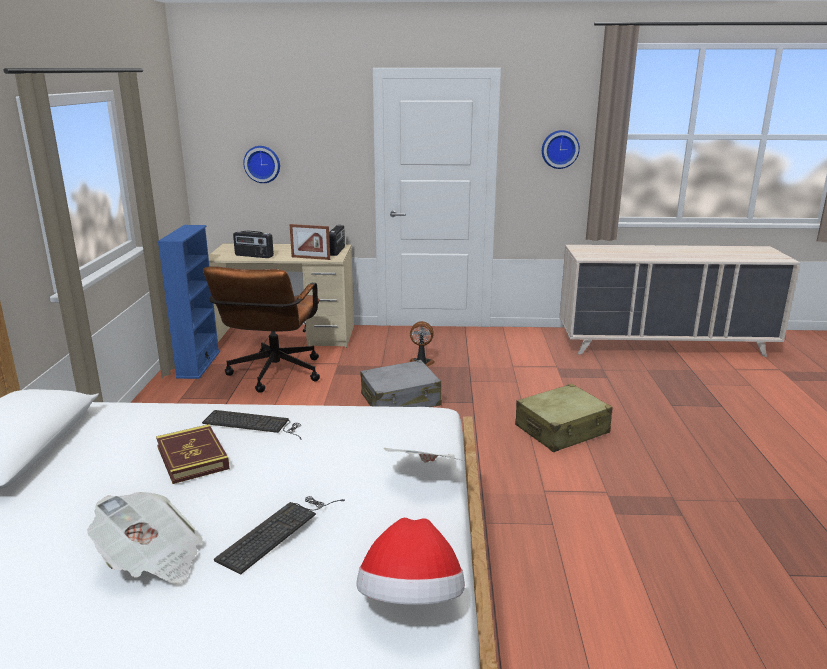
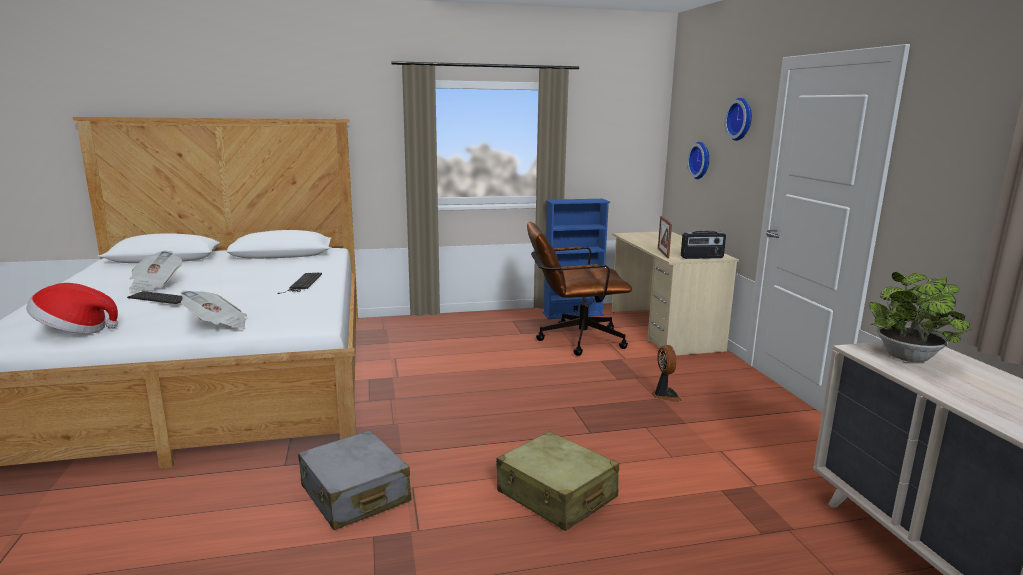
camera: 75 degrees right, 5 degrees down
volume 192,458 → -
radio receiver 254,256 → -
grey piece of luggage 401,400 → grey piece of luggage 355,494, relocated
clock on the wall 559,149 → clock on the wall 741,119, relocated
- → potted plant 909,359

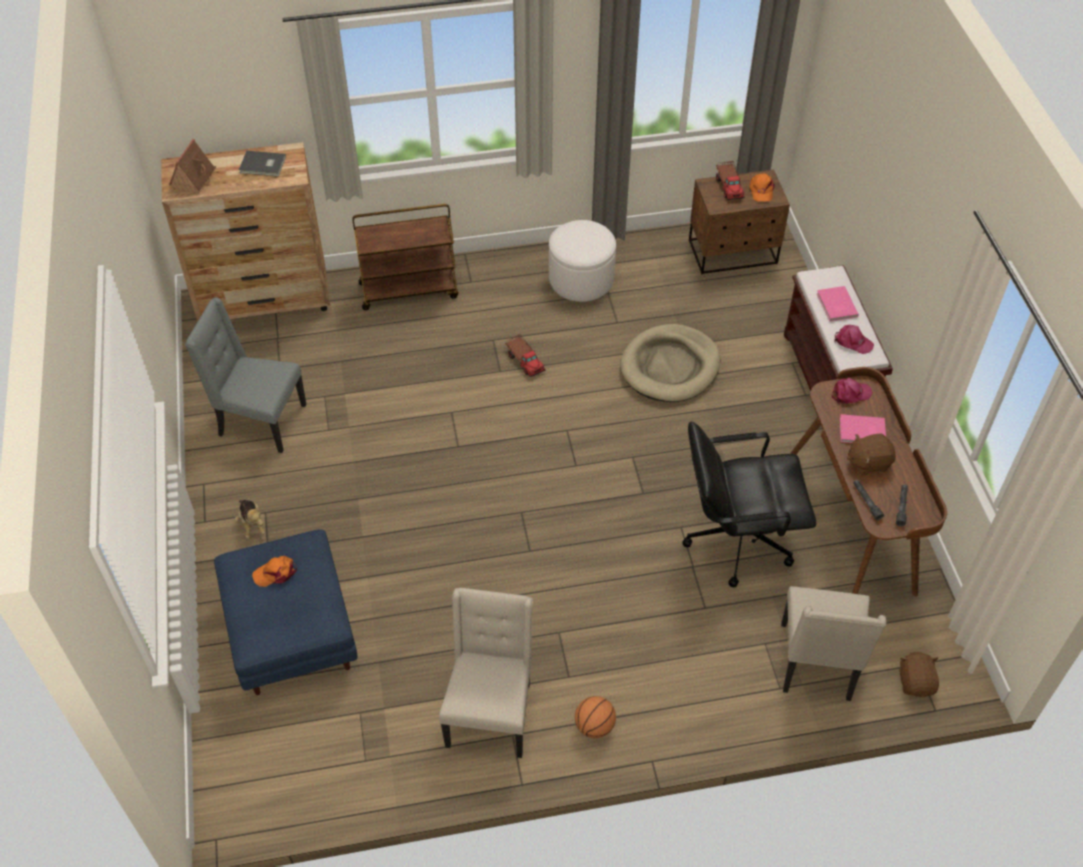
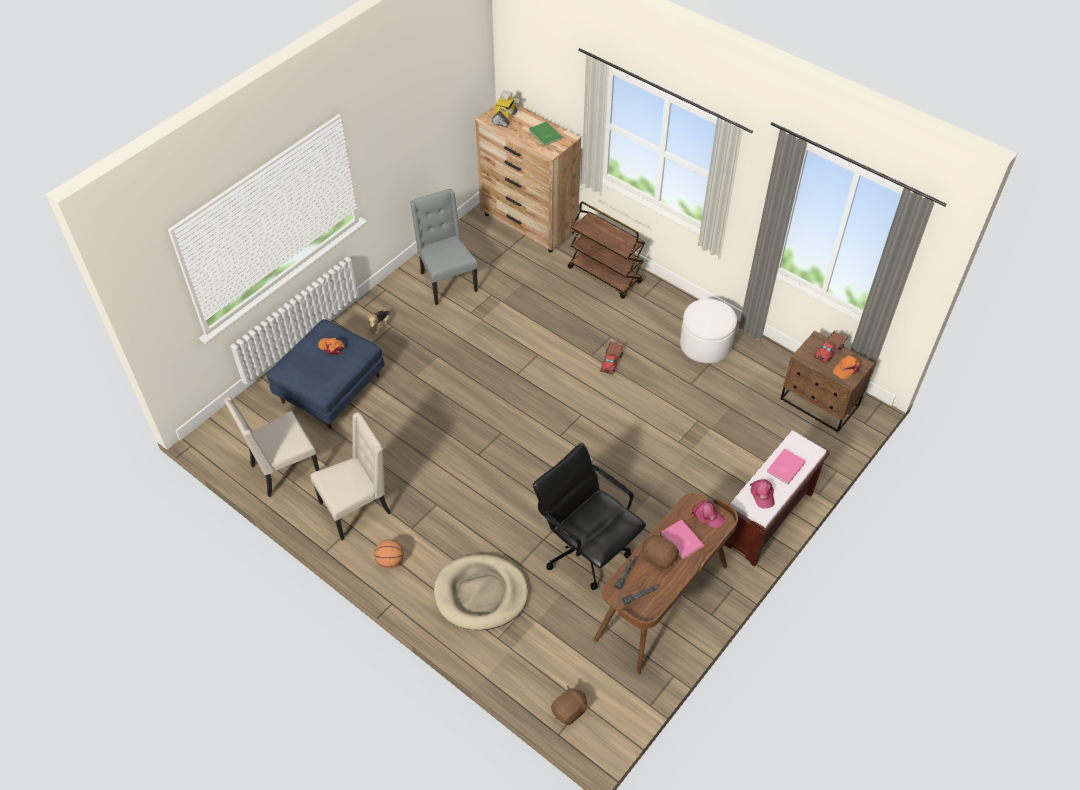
camera: 50 degrees right, 0 degrees up
toy house 194,178 → robot figure 505,118
grey volume 263,165 → green volume 544,135
sand-coloured dog cushion 670,366 → sand-coloured dog cushion 481,594, relocated
sand-coloured upright chair 817,664 → sand-coloured upright chair 283,470, relocated

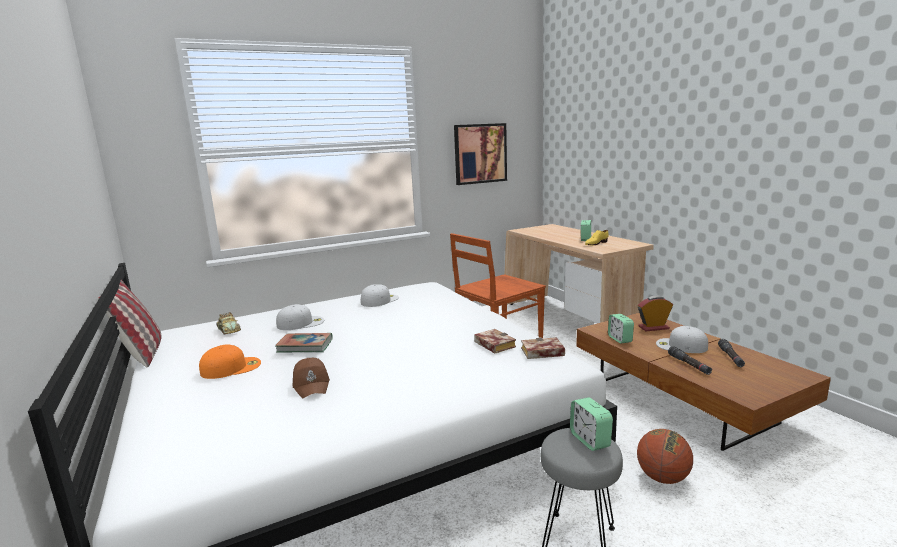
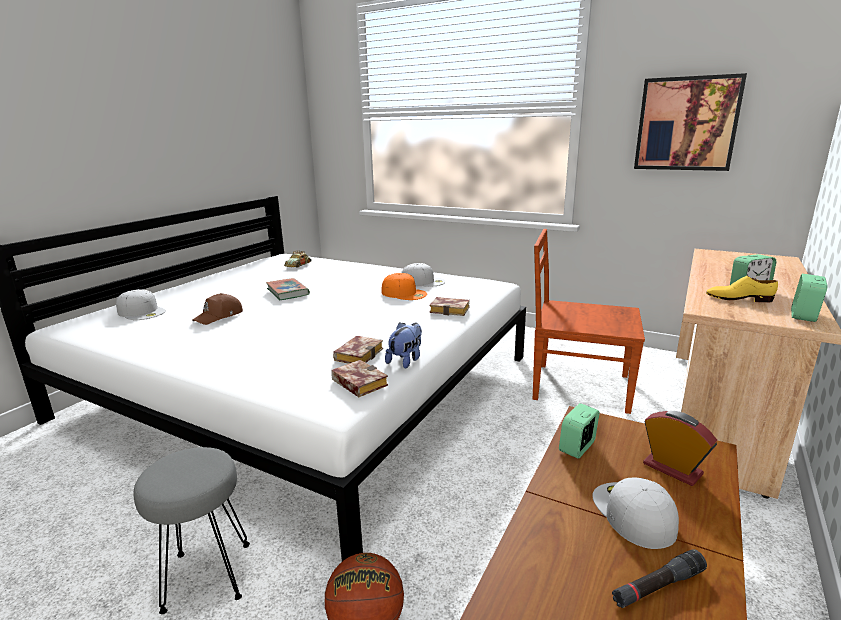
camera: 55 degrees right, 5 degrees up
cushion 142,354 → -
orange baseball cap 231,367 → orange baseball cap 404,293, relocated
white baseball cap 301,323 → white baseball cap 142,312, relocated
table clock 590,440 → table clock 803,315, relocated
black hand torch 689,365 → -
- → cuddly toy 406,360
- → volume 451,310

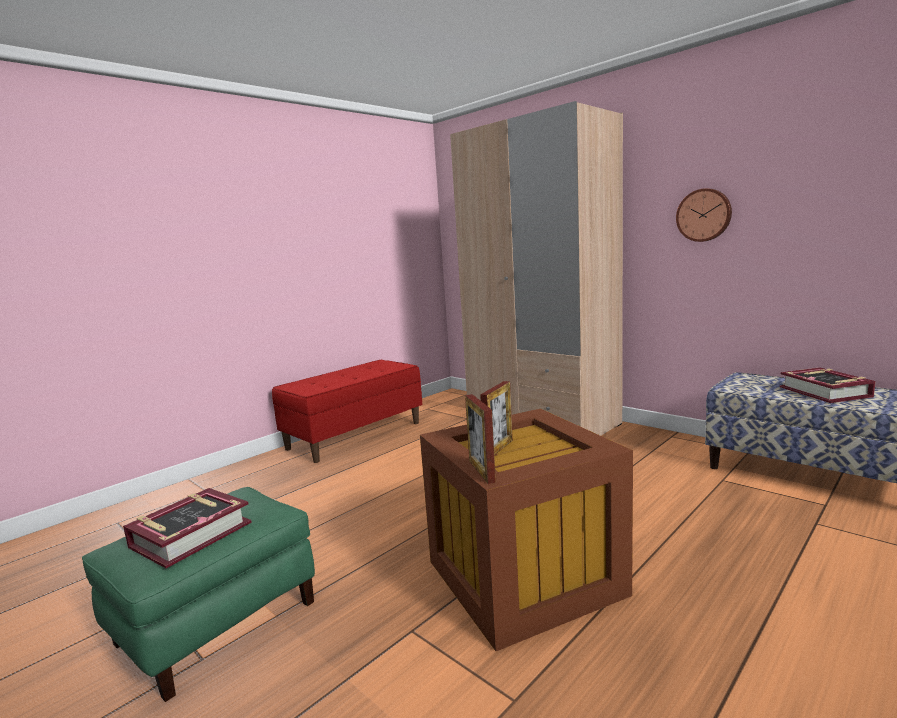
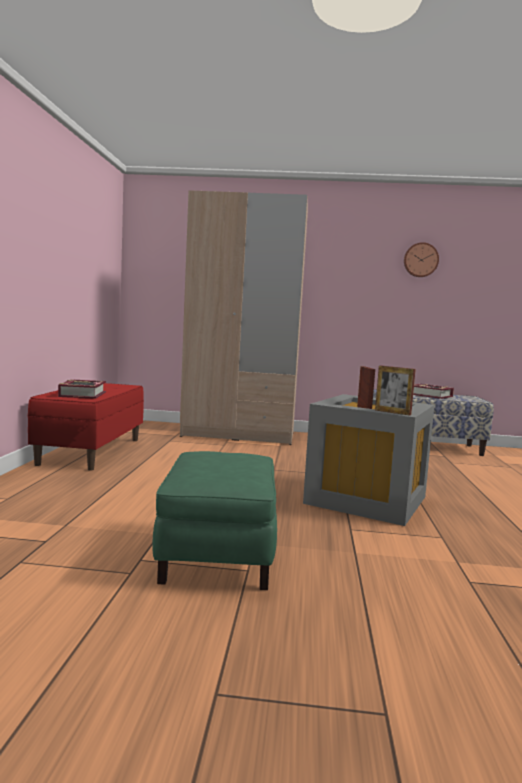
camera: 40 degrees left, 5 degrees down
volume 191,535 → volume 82,394, relocated
brown storage container 527,578 → grey storage container 368,500
clock on the wall 704,215 → clock on the wall 420,260, relocated

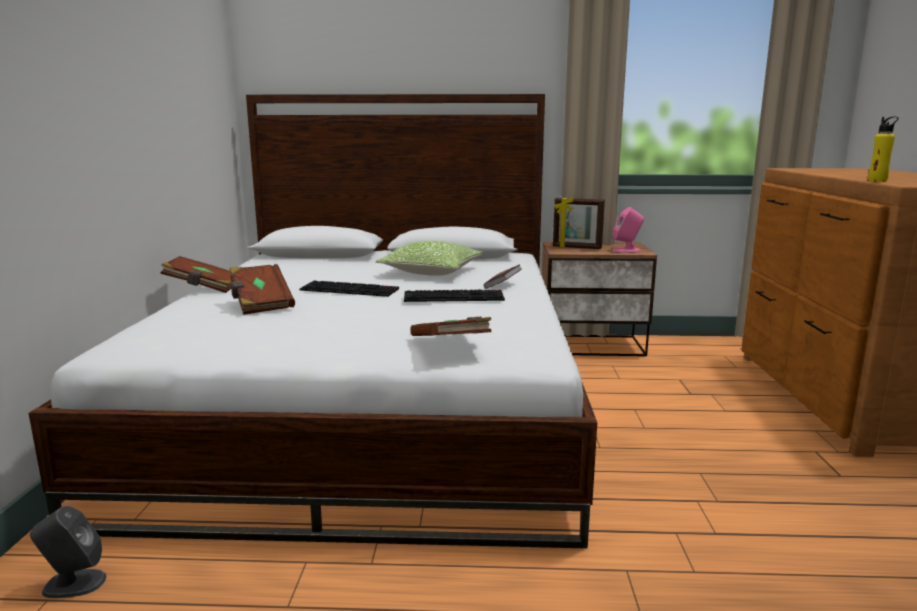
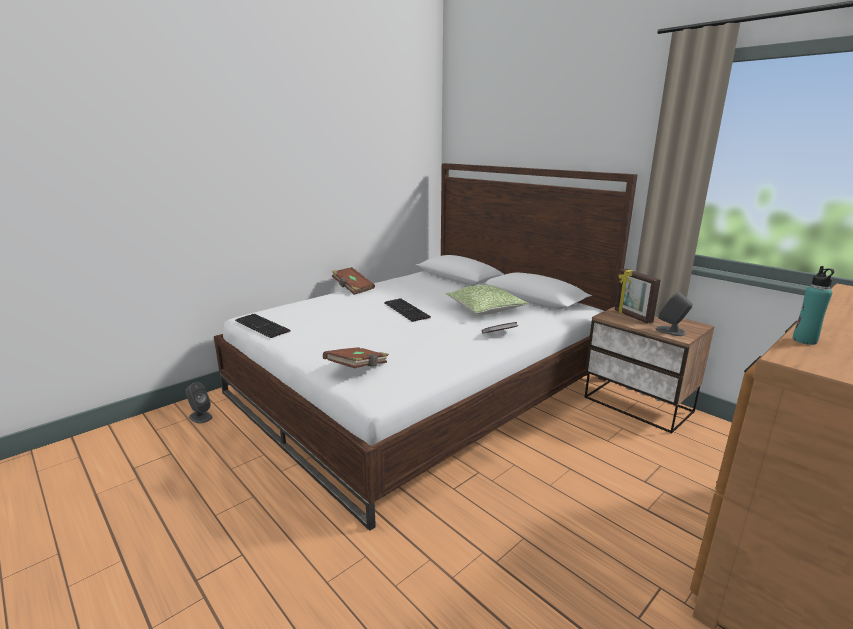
camera: 45 degrees right, 5 degrees up
brown volume 260,303 → -
computer keyboard 454,296 → computer keyboard 263,326, relocated
pink-coloured loudspeaker 626,250 → grey loudspeaker 671,331
yellow drink bottle 877,181 → blue-green drink bottle 804,340

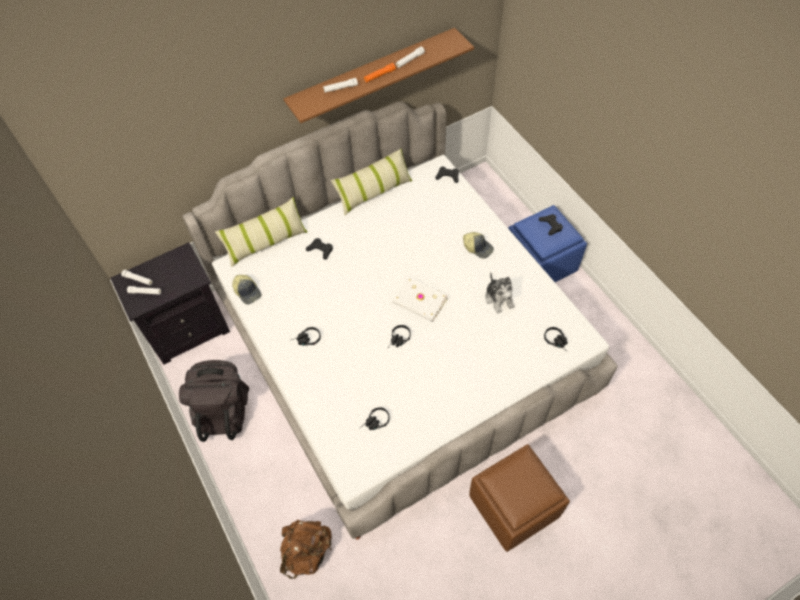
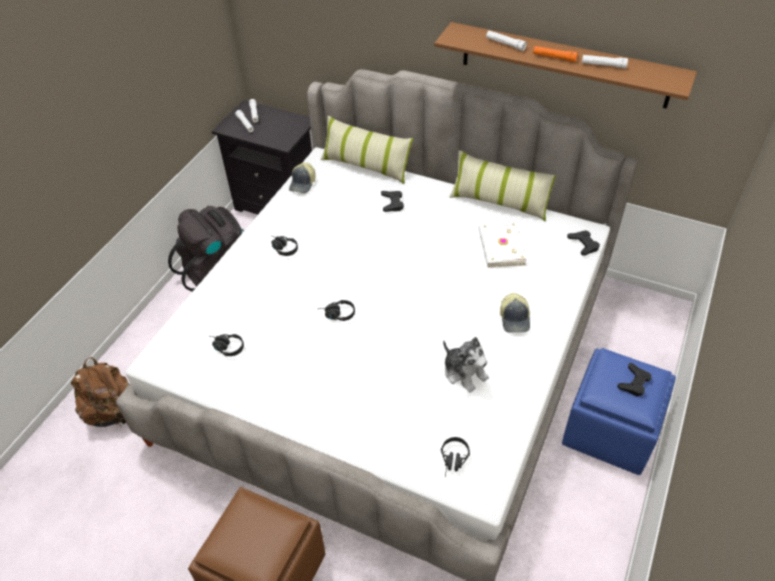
camera: 55 degrees right, 10 degrees down
white volume 420,301 → white volume 500,247, relocated
cuddly toy 499,298 → cuddly toy 464,372, 75 degrees counterclockwise

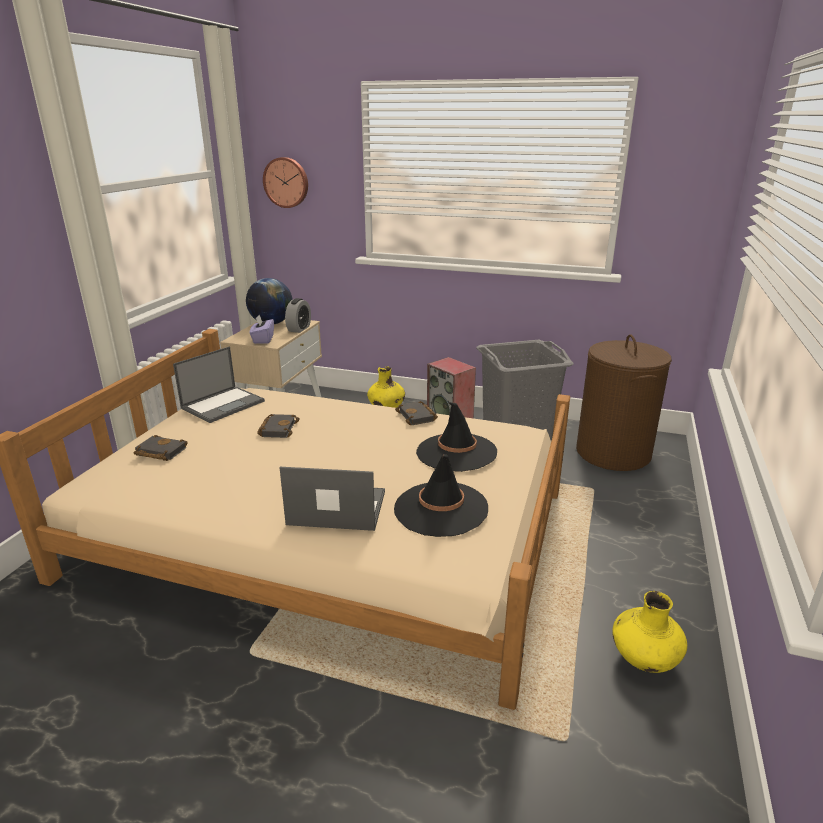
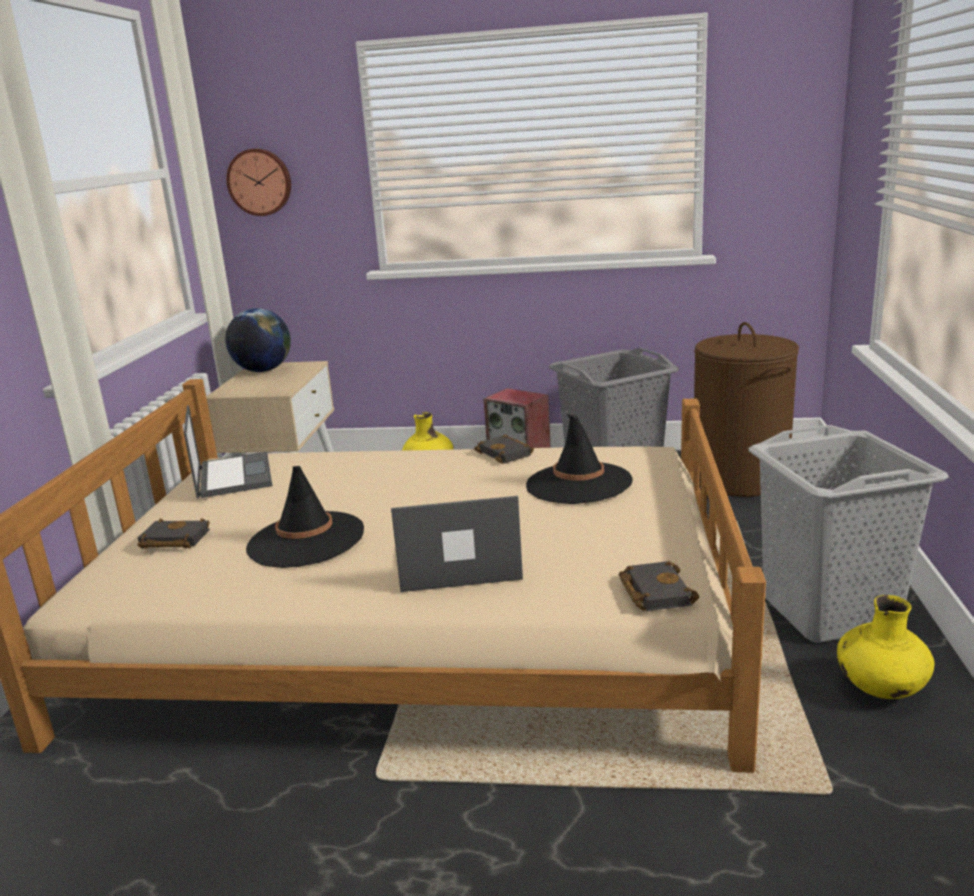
camera: 10 degrees left, 5 degrees down
notebook computer 223,404 → notebook computer 233,475, 45 degrees counterclockwise
purple tissue holder 263,339 → -
black volume 277,429 → black volume 654,591, relocated
table clock 299,329 → -
black wearable hat 441,509 → black wearable hat 306,540, relocated
- → grey hamper 829,611

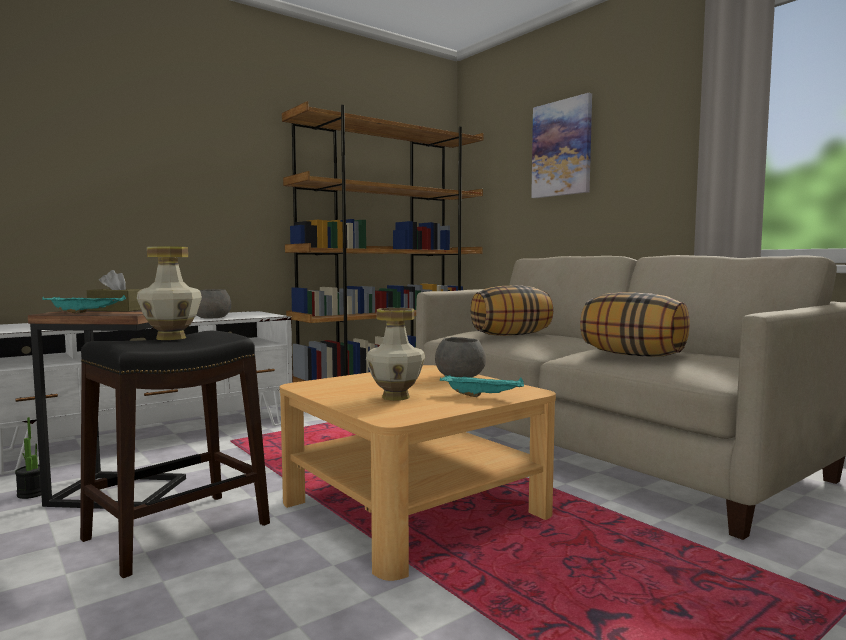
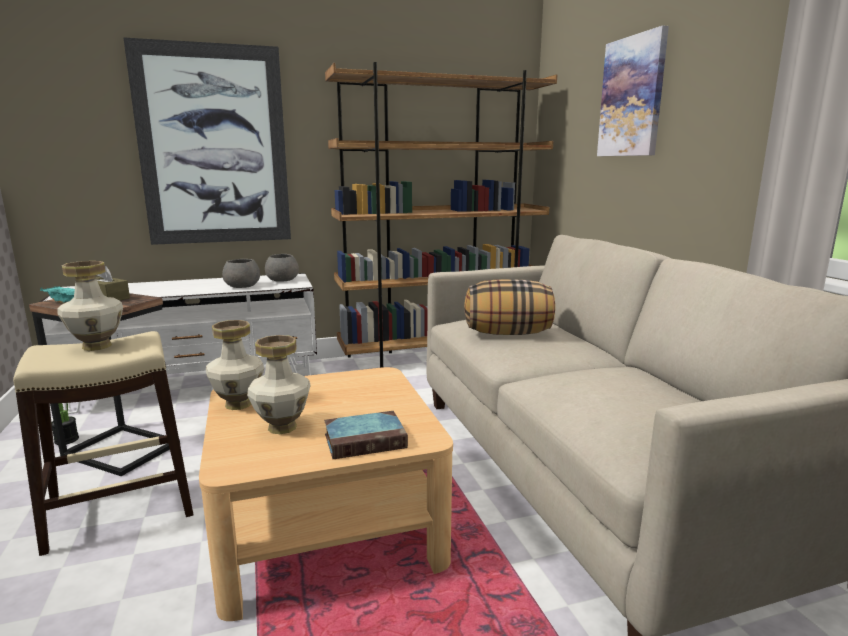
camera: 20 degrees right, 10 degrees up
black sitting stool 176,531 → sand-coloured sitting stool 120,508
grey serving bowl 459,376 → grey serving bowl 282,280, relocated
blue-green serving tray 483,396 → volume 366,440
cushion 633,355 → -
- → picture 214,146
- → decorative vase 238,405

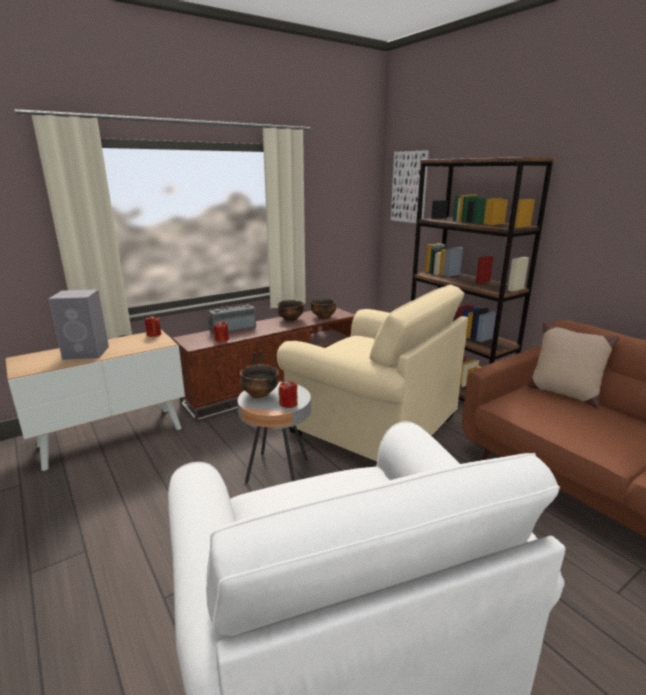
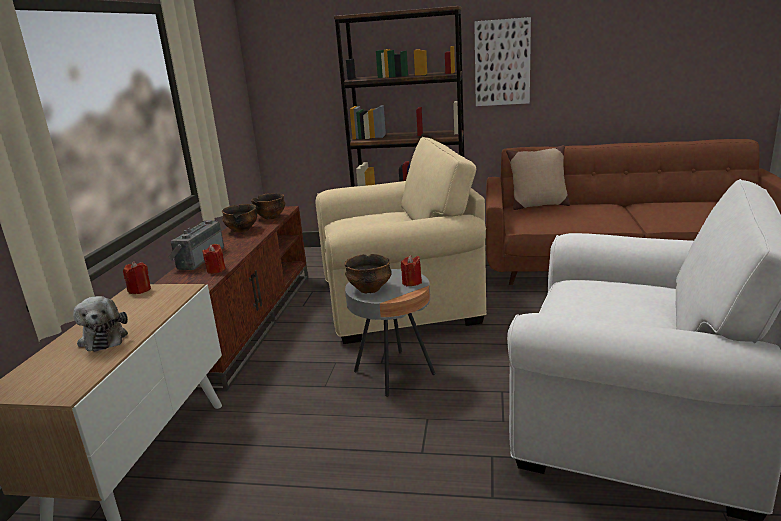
camera: 45 degrees left, 0 degrees up
grey loudspeaker 87,353 → cuddly toy 104,338
picture 409,187 → picture 502,62, relocated

